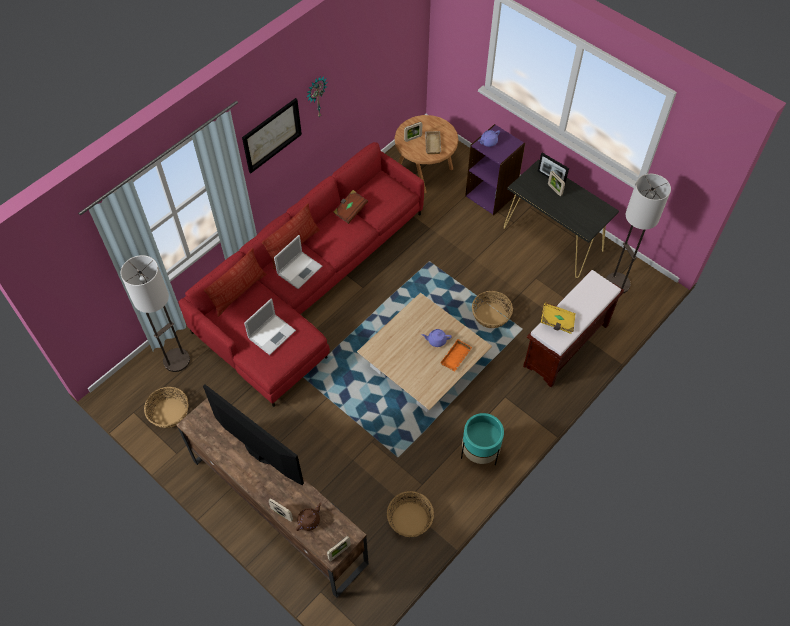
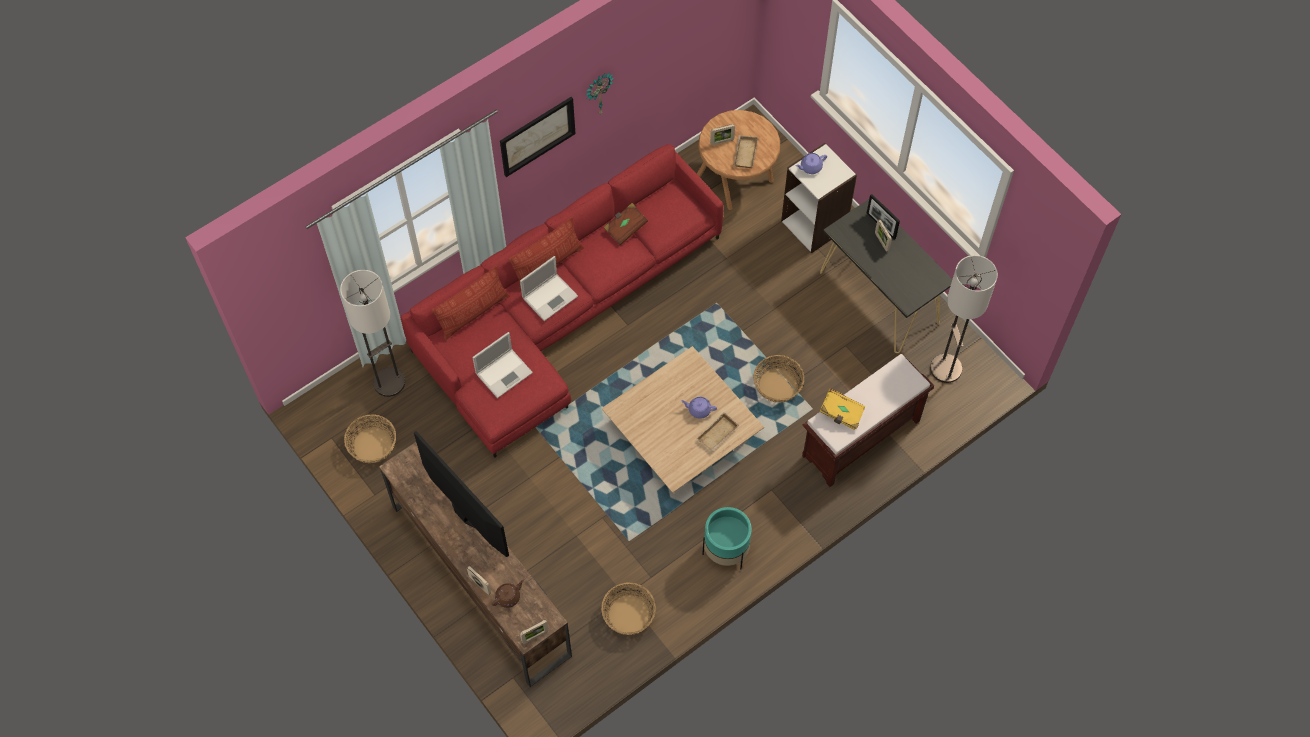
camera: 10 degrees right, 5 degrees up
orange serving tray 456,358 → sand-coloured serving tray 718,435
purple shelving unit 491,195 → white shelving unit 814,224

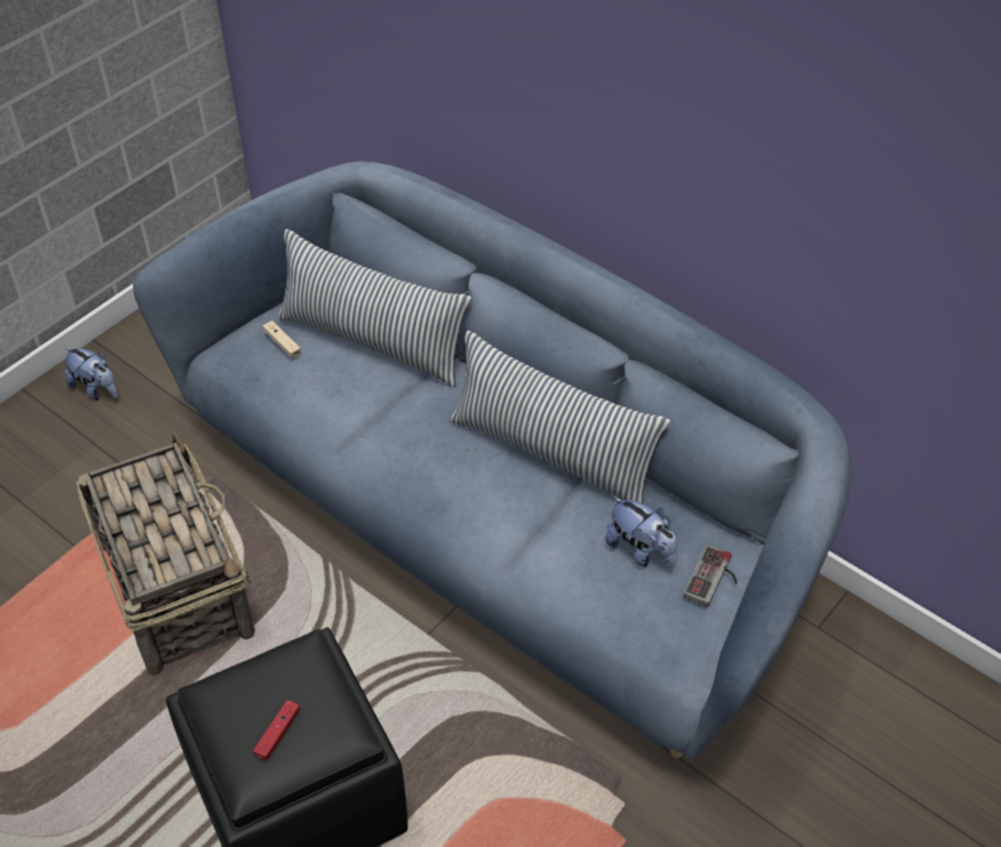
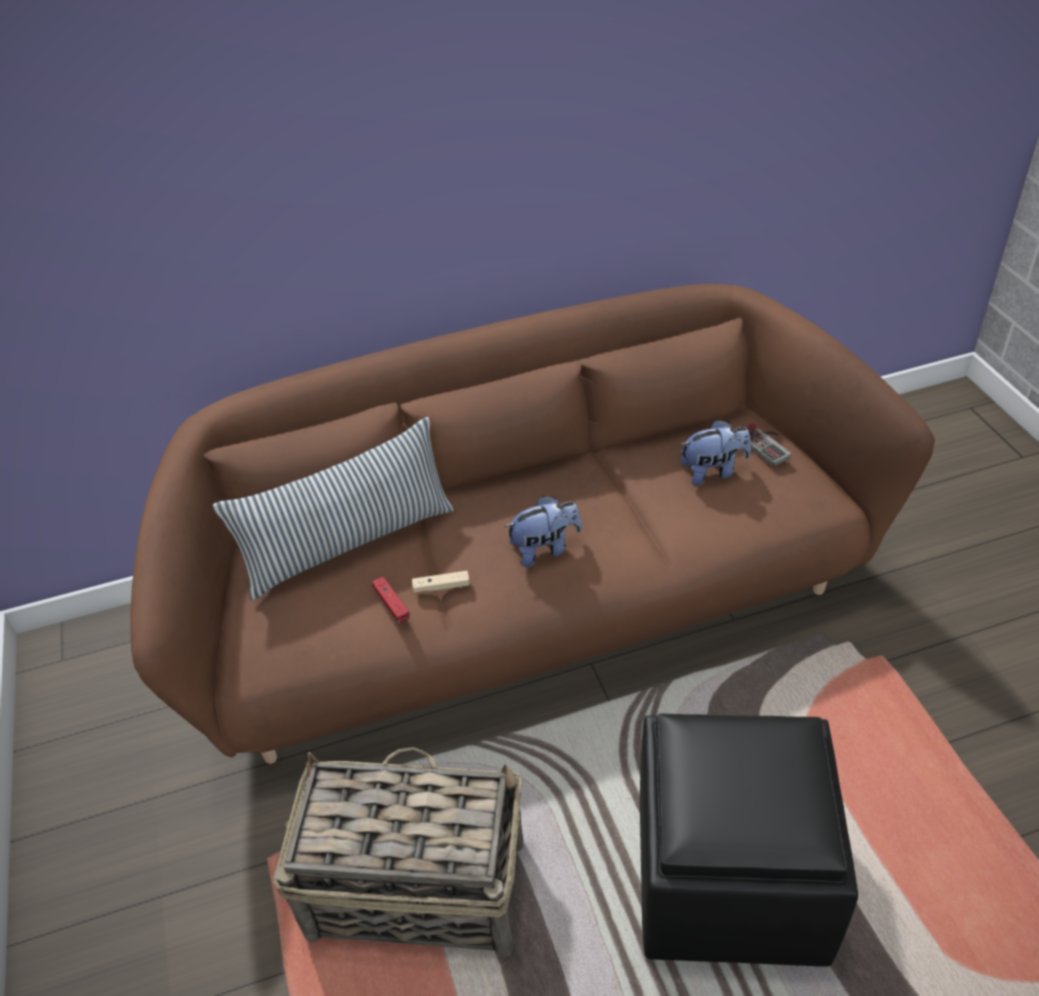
camera: 55 degrees left, 5 degrees down
cuddly toy 96,389 → cuddly toy 545,549, relocated
blue-coloured couch 498,523 → brown couch 528,602
reddish joypad 278,734 → reddish joypad 391,604, relocated
sand-coloured joypad 282,343 → sand-coloured joypad 441,586, relocated
cushion 552,454 → -

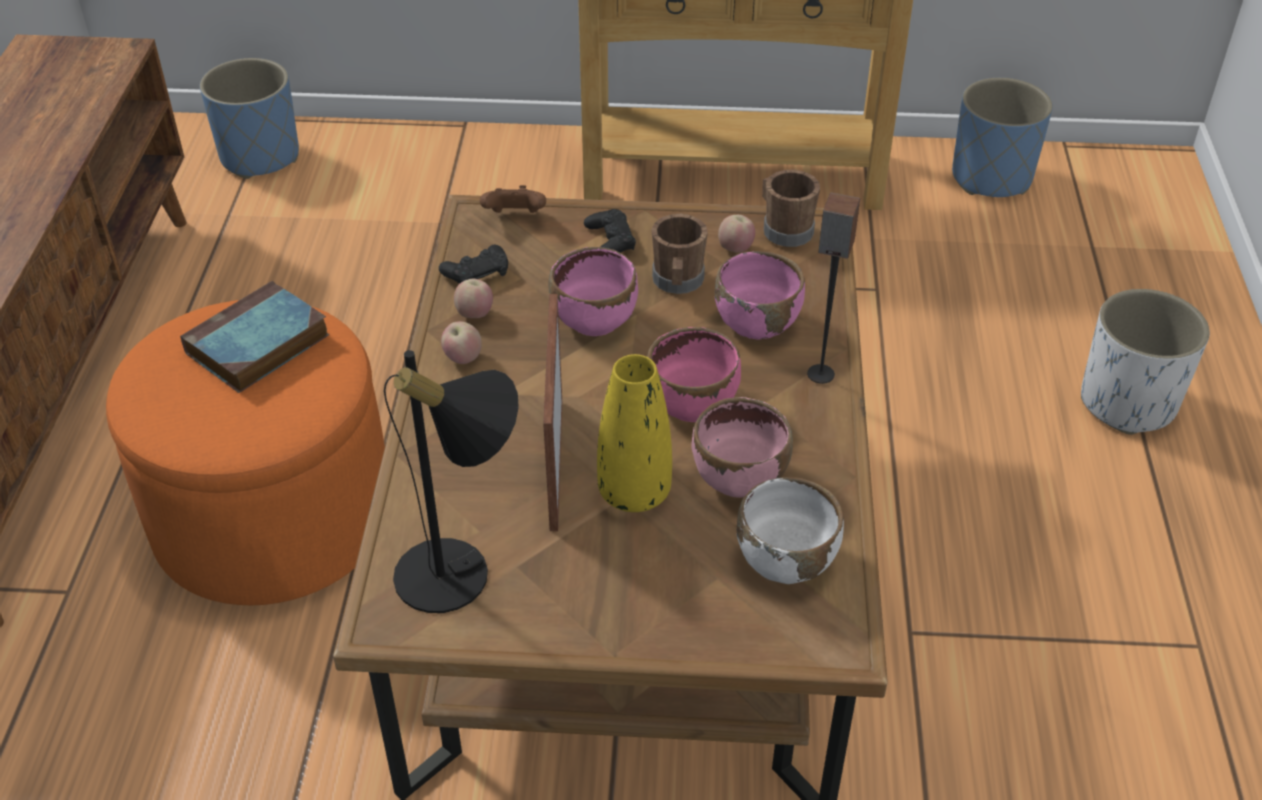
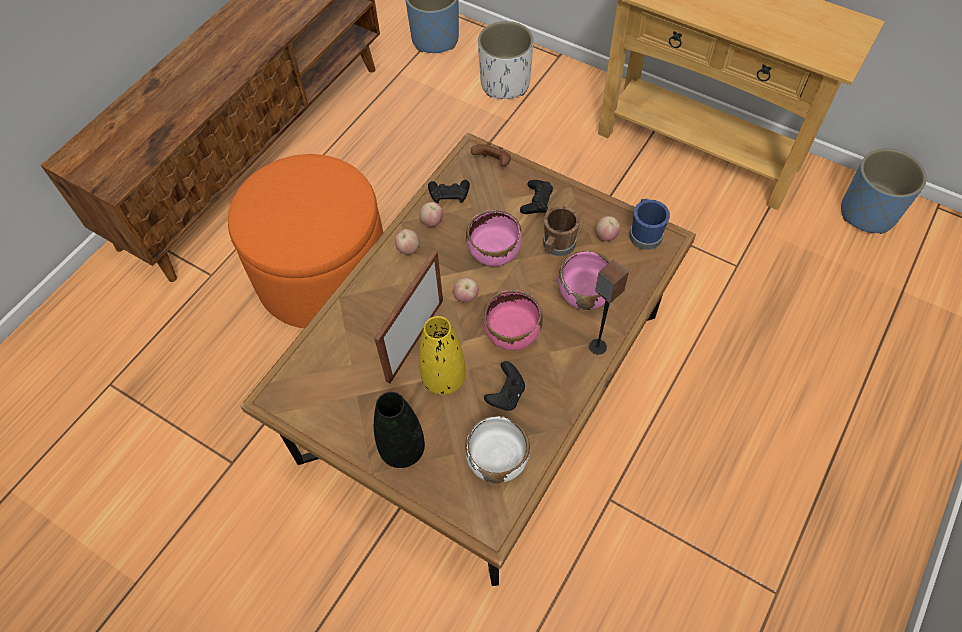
camera: 30 degrees right, 15 degrees up
volume 256,346 → -
black lamp for a table 460,574 → -
pink-coloured serving bowl 739,478 → black joypad 506,395
brown coffee mug 784,229 → blue-coloured coffee mug 644,233
white plant pot 1127,403 → white plant pot 505,84, relocated
- → black decorative vase 402,449
- → apple fruit 466,297

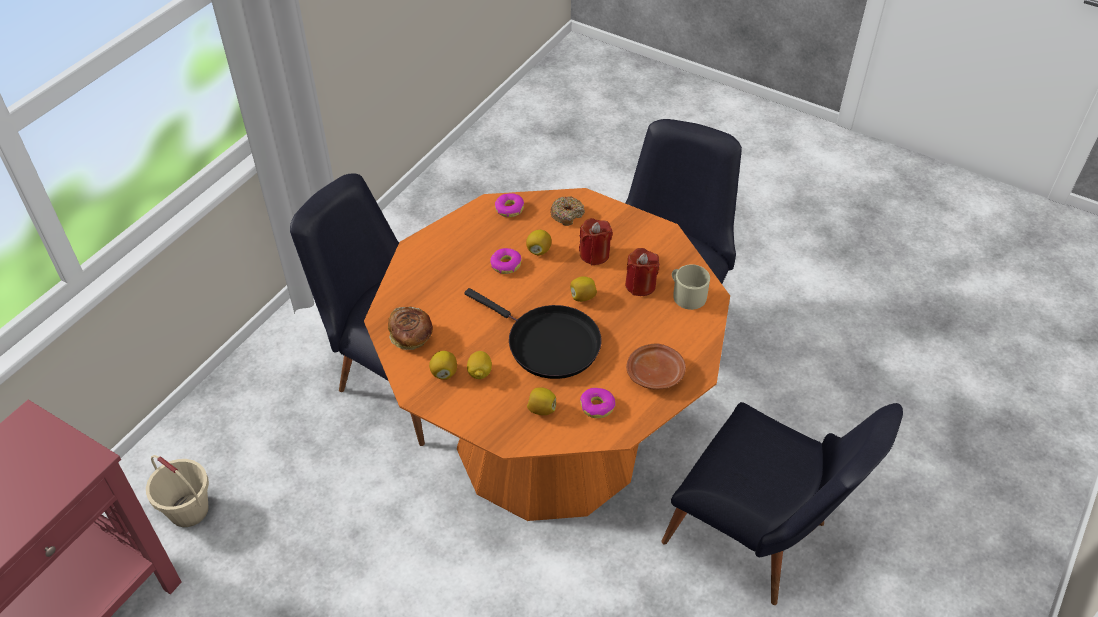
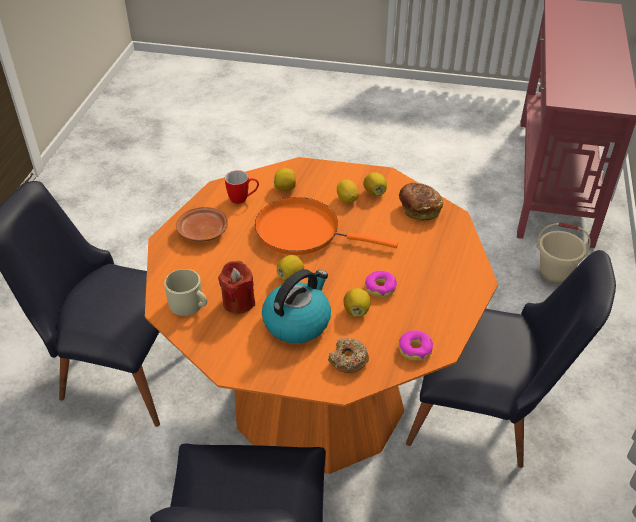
camera: 160 degrees right, 5 degrees down
black skillet 548,343 → orange skillet 303,231
reddish wax light 594,254 → water kettle 297,321
ring doughnut 597,406 → coffee mug 243,199

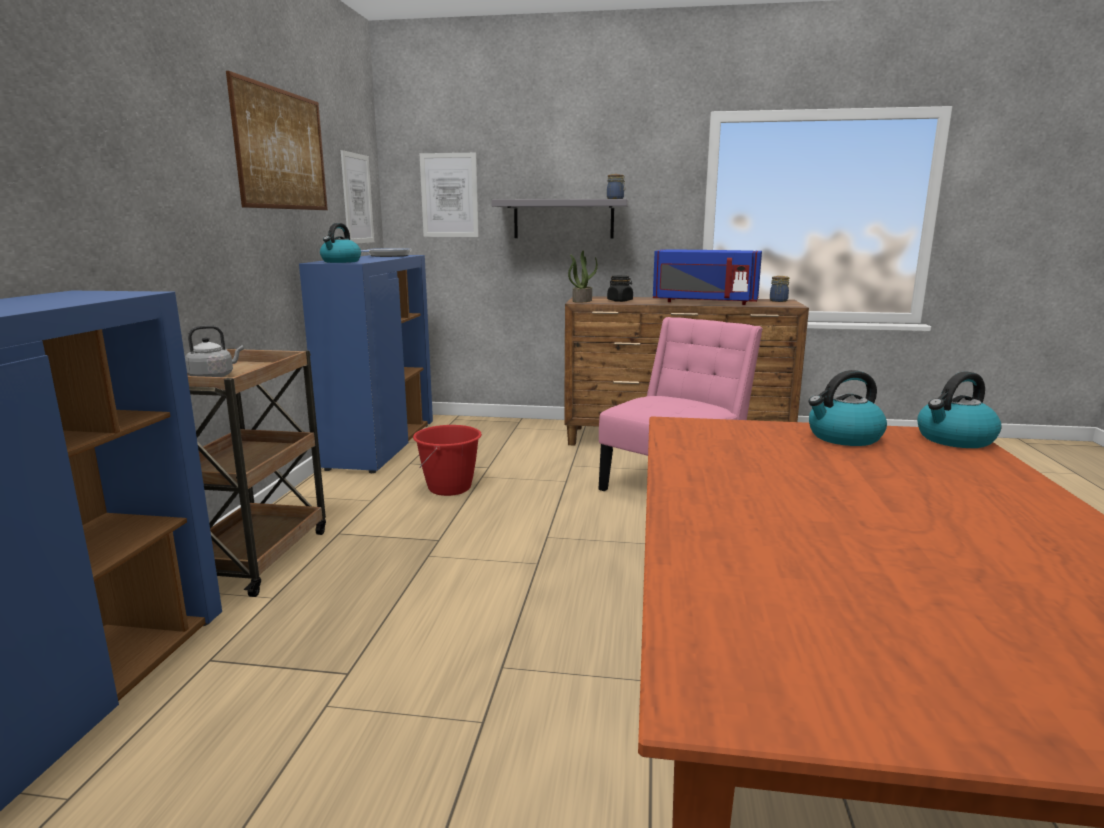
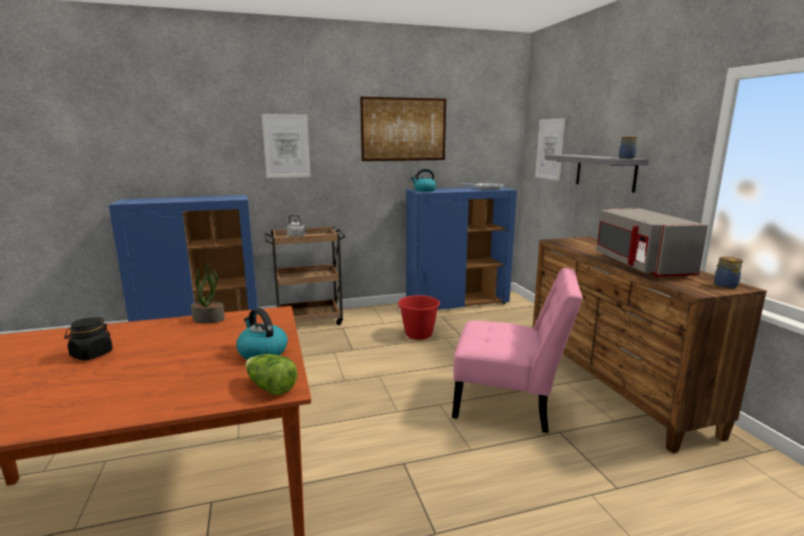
camera: 65 degrees right, 0 degrees up
picture 357,198 → picture 286,146, relocated
potted plant 582,301 → potted plant 209,319, relocated
black preserve jar 620,300 → black preserve jar 91,354, relocated
blue-coloured microwave 704,302 → grey microwave 639,265
water kettle 954,440 → head of lettuce 270,387

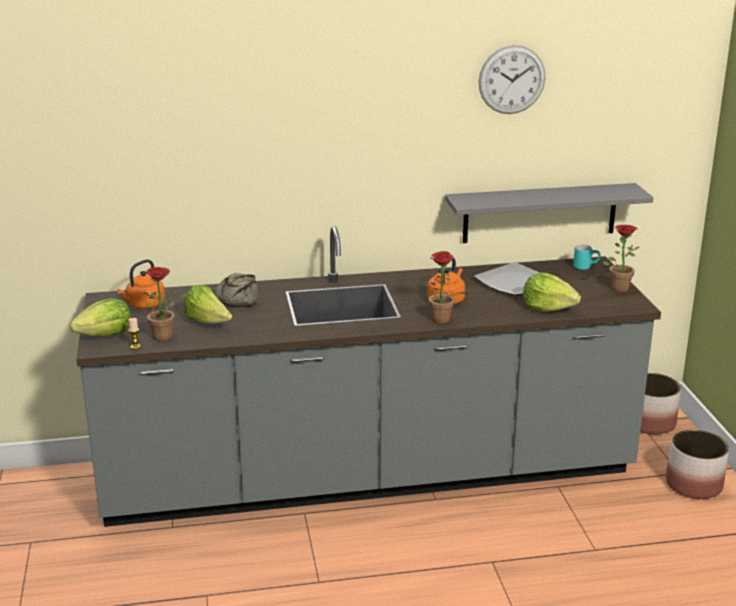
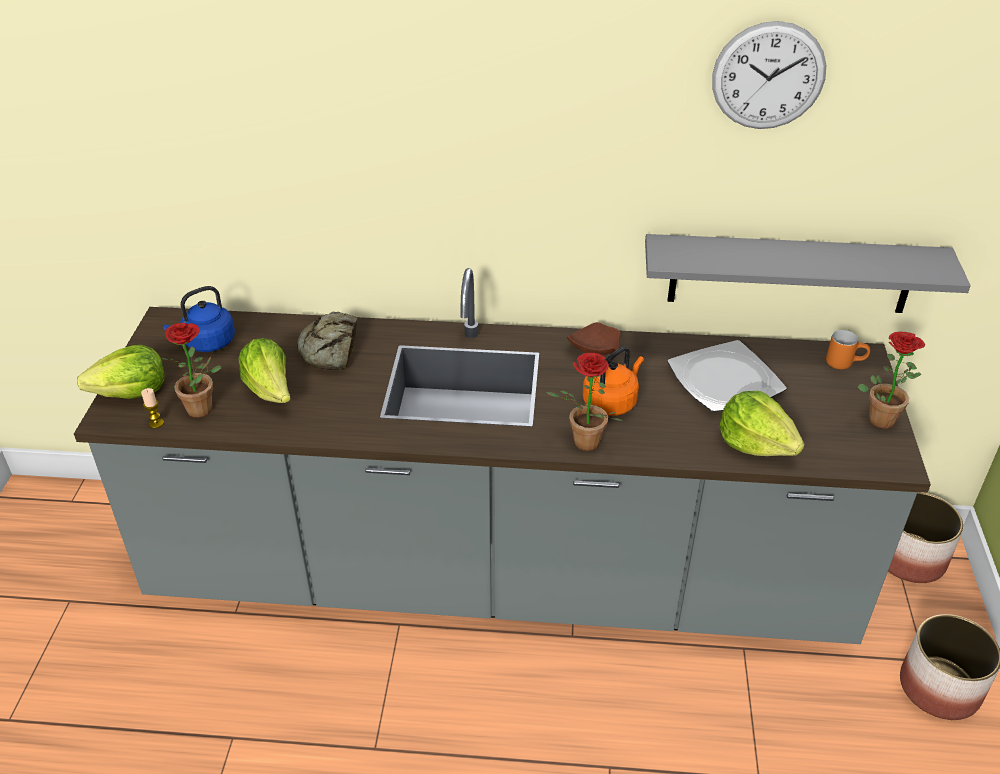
camera: 15 degrees right, 15 degrees up
orange water kettle 144,305 → blue-coloured water kettle 207,343
blue-green coffee mug 585,267 → orange coffee mug 844,362
- → brown plate 593,349

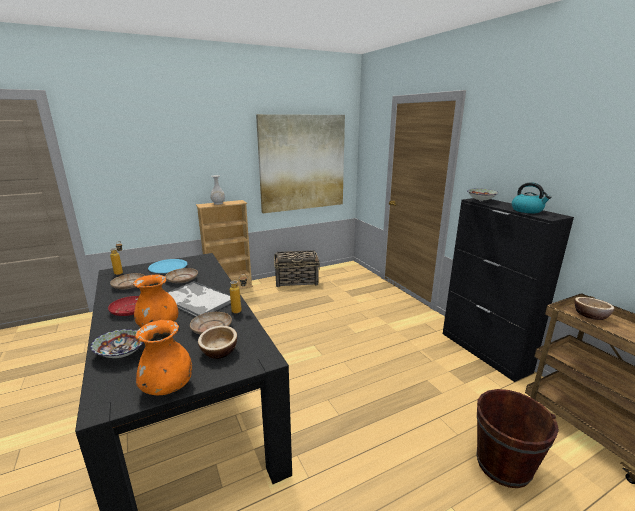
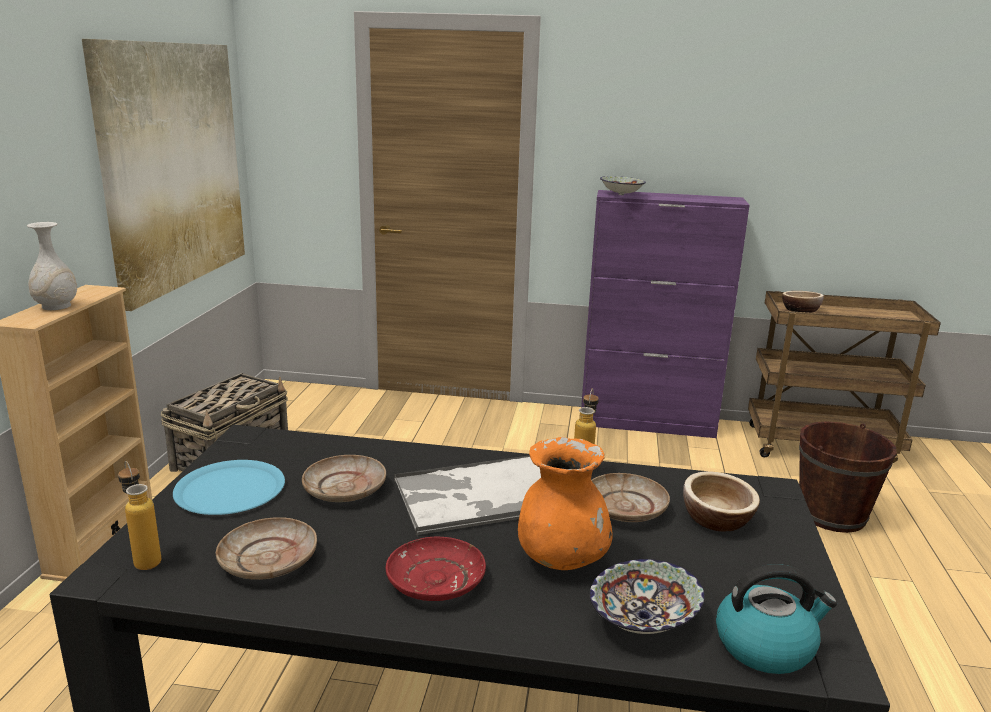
camera: 55 degrees left, 0 degrees up
orange decorative vase 167,387 → -
black storage cabinet 484,352 → purple storage cabinet 647,423
water kettle 527,210 → water kettle 766,645, relocated

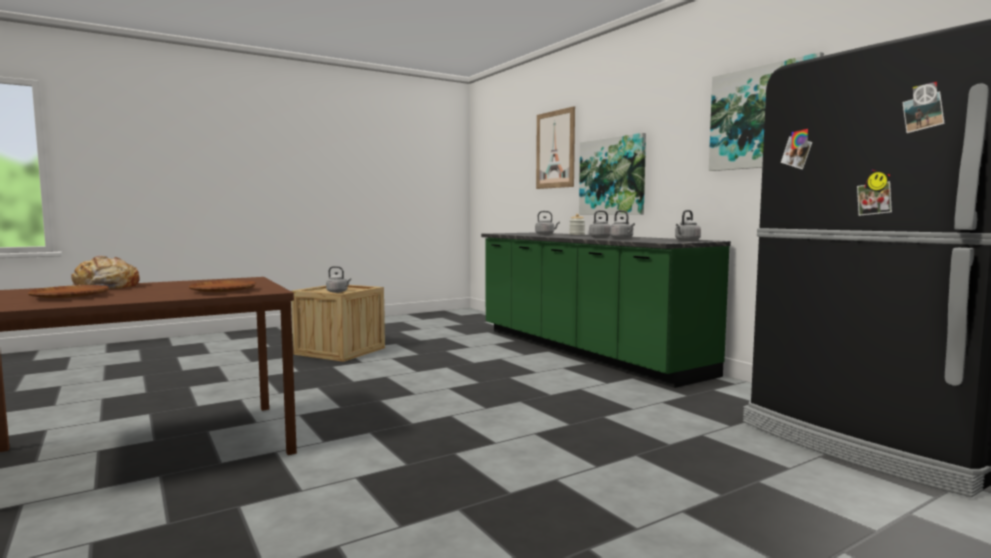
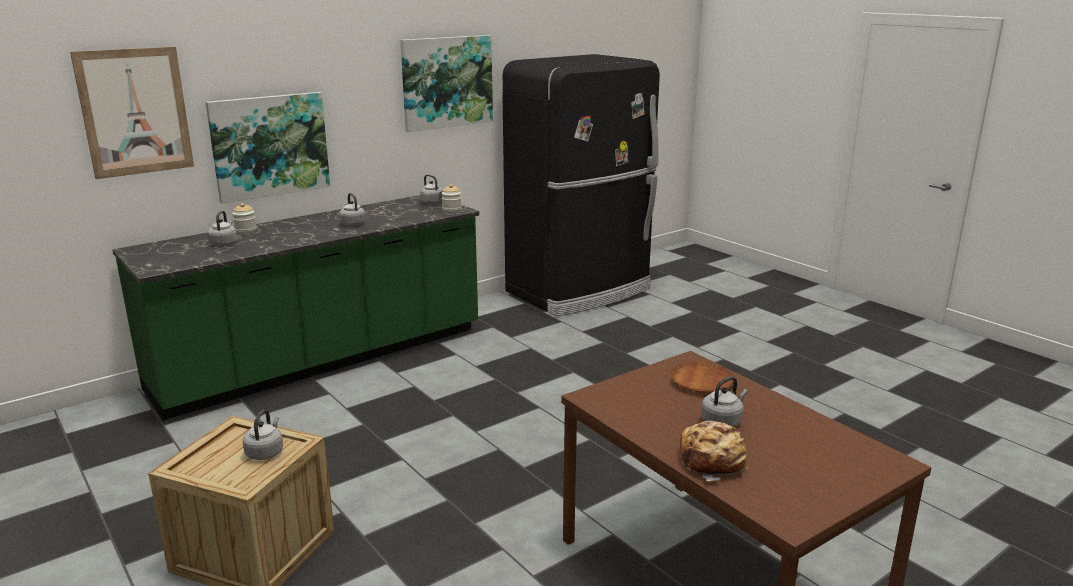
camera: 95 degrees left, 15 degrees up
brown plate 70,296 → -
grey water kettle 622,238 → grey water kettle 723,421, relocated
- → preserve jar 451,210

